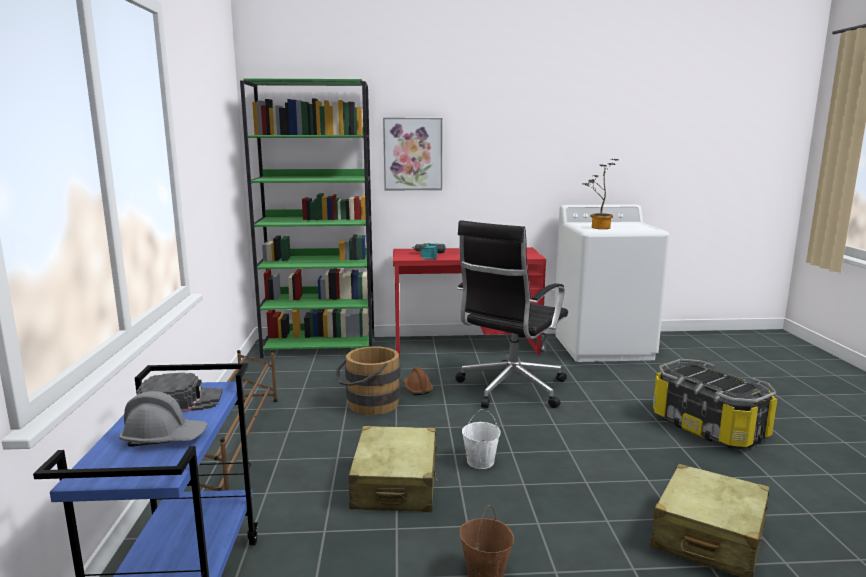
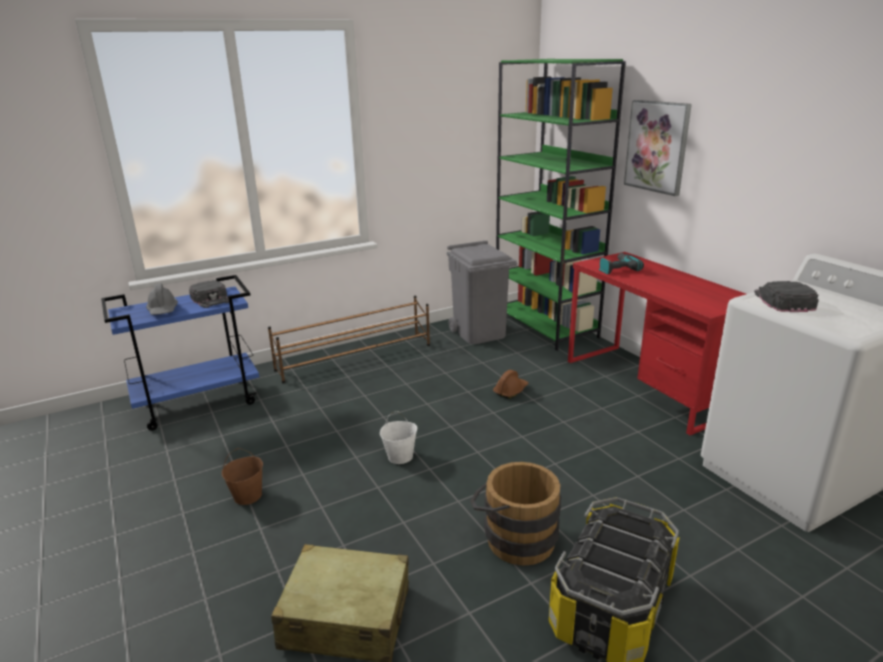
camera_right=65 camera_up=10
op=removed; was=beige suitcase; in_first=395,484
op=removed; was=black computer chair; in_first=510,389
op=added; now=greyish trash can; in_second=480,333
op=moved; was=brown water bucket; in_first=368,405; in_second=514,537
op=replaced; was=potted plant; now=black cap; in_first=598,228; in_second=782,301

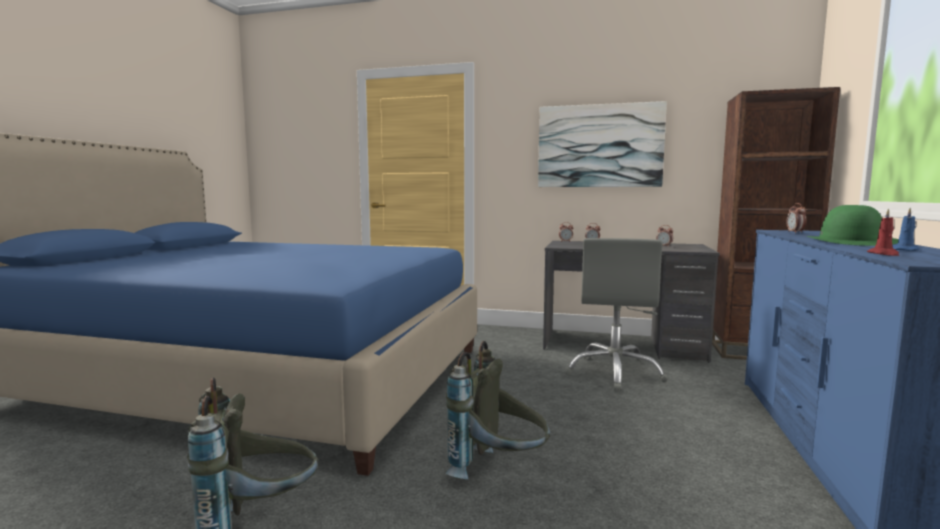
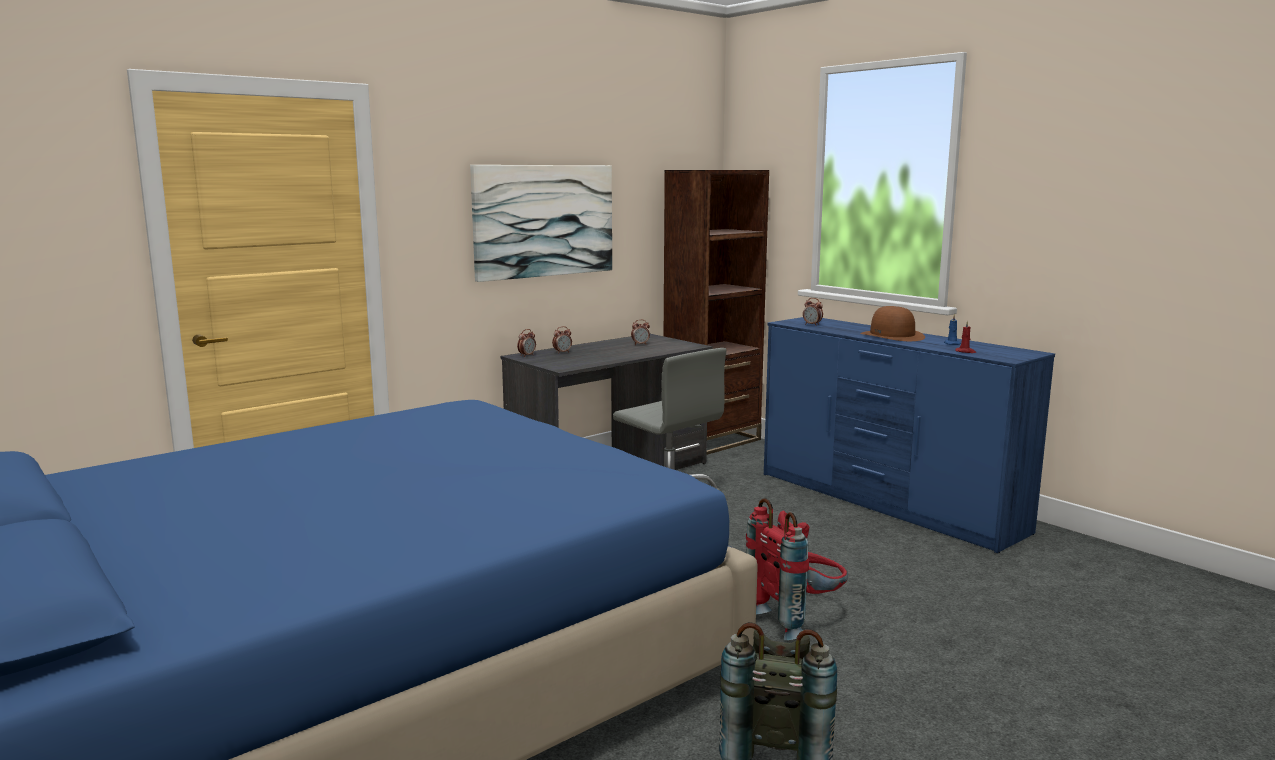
camera_right=-55 camera_up=5
op=recoloured; was=greyish knapsack; now=red-coloured knapsack; in_first=499,471; in_second=797,620
op=recoloured; was=greenish hat; now=brown hat; in_first=850,241; in_second=892,336

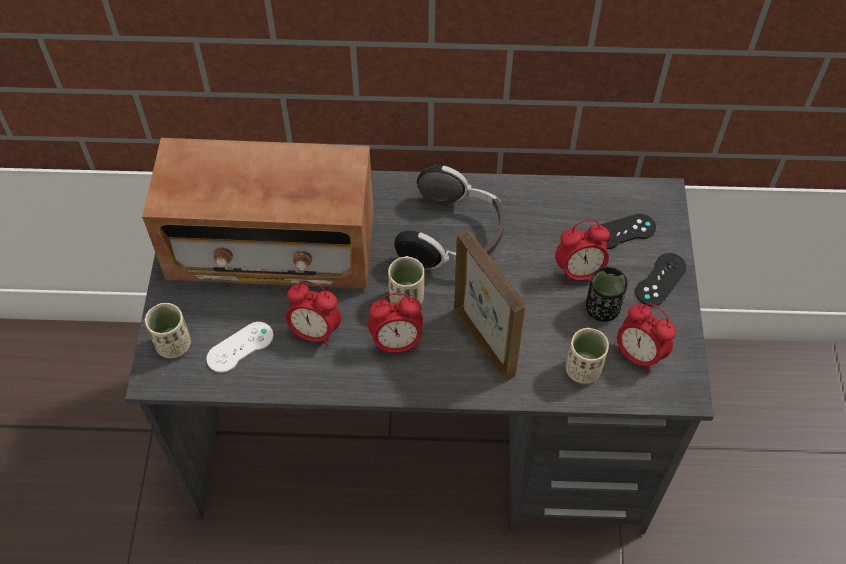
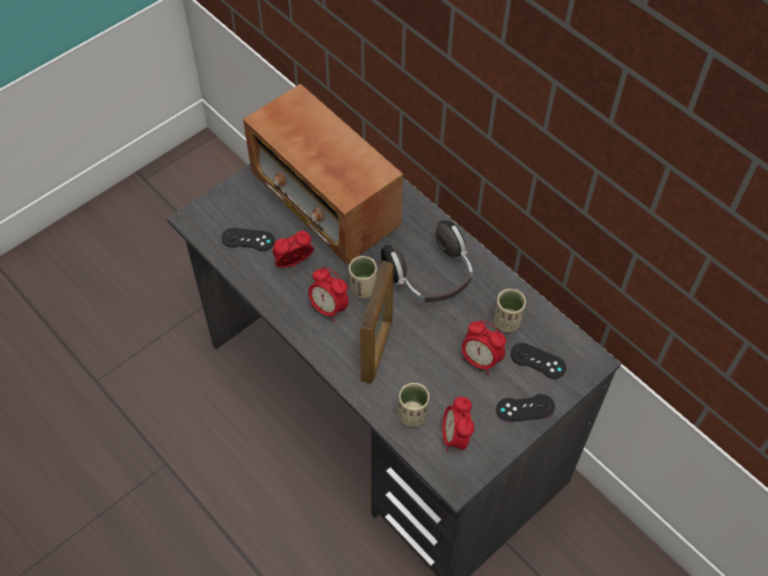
camera_right=45 camera_up=0
op=removed; was=black cup; in_first=602,309
op=moved; was=beige cup; in_first=173,345; in_second=507,321
op=recoloured; was=white-coloured game controller; now=black game controller; in_first=240,347; in_second=248,239
op=turned; was=bedside clock; in_first=315,332; in_second=293,264; clockwise=90

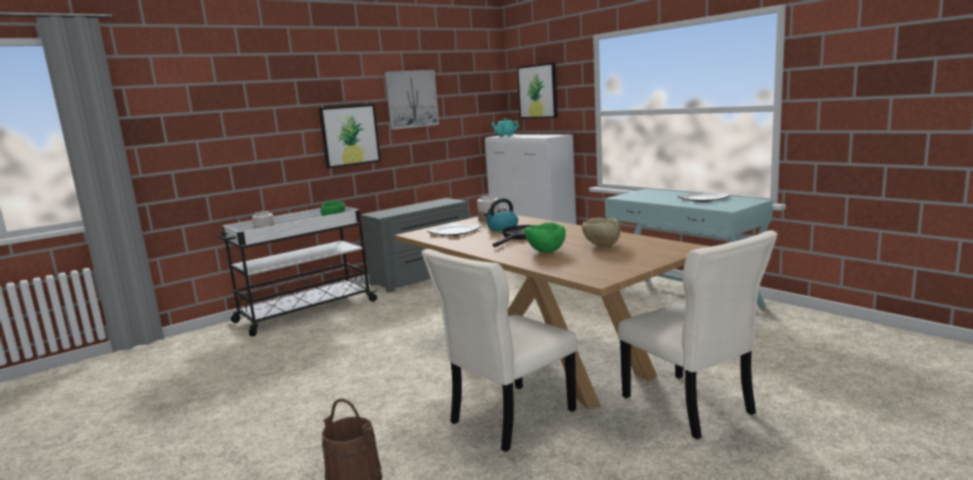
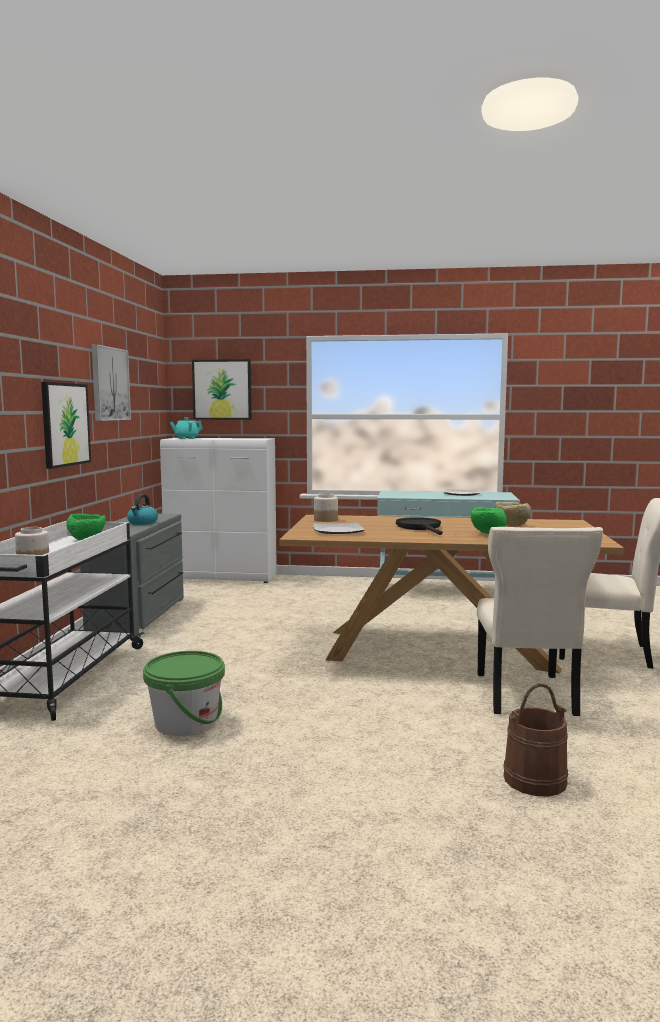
camera_right=-45 camera_up=-5
op=added; now=greenish water bucket; in_second=186,723
op=moved; was=kettle; in_first=502,228; in_second=142,523

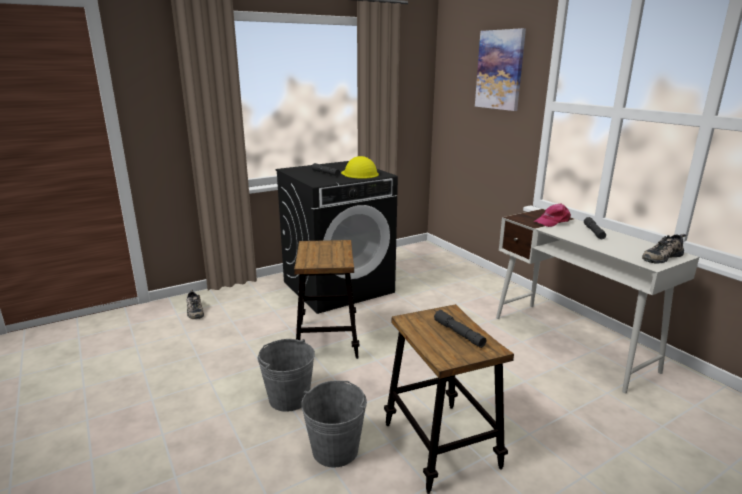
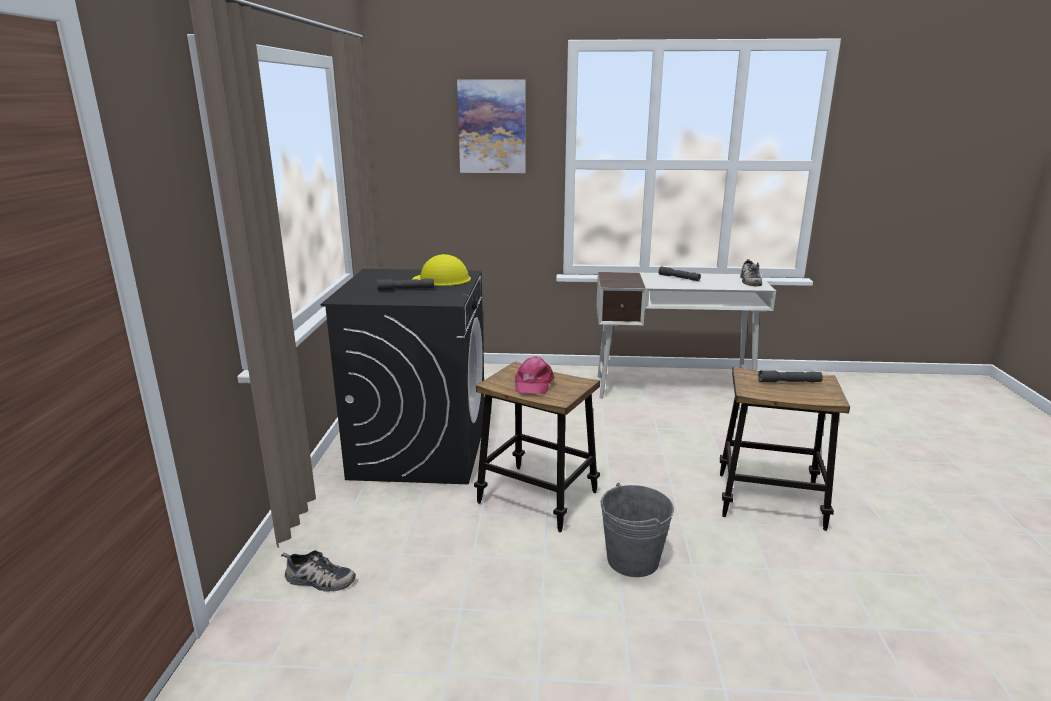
camera_right=-55 camera_up=0
op=removed; was=greyish water bucket; in_first=335,449
op=moved; was=pink-coloured cap; in_first=552,221; in_second=533,384

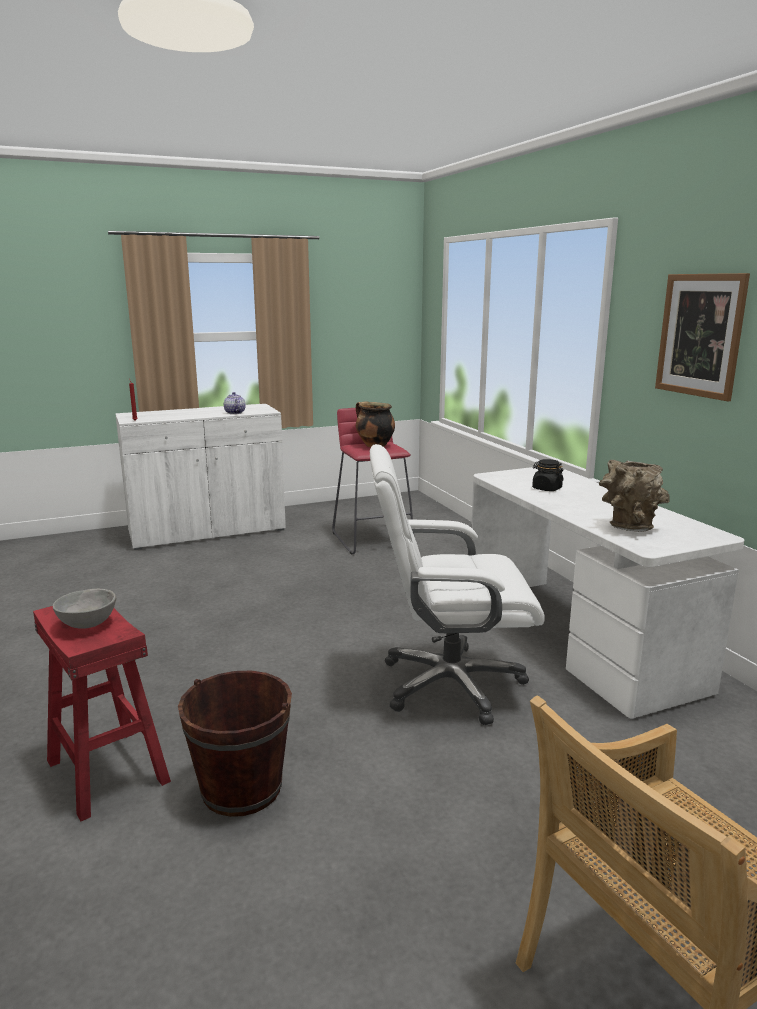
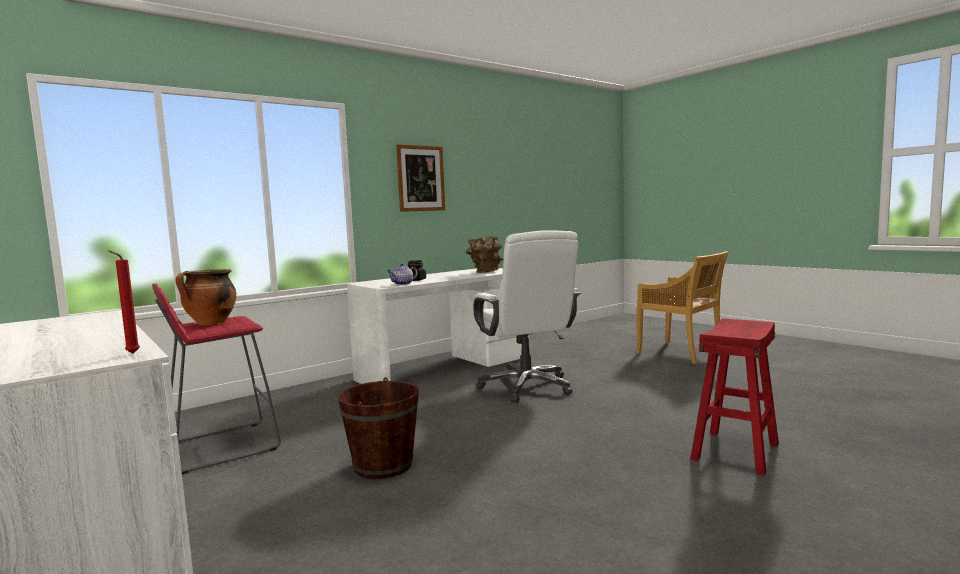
camera_right=-105 camera_up=-10
op=removed; was=greyish bowl; in_first=87,624
op=moved; was=brown water bucket; in_first=241,789; in_second=383,465
op=moved; was=pot for tea; in_first=234,413; in_second=403,284

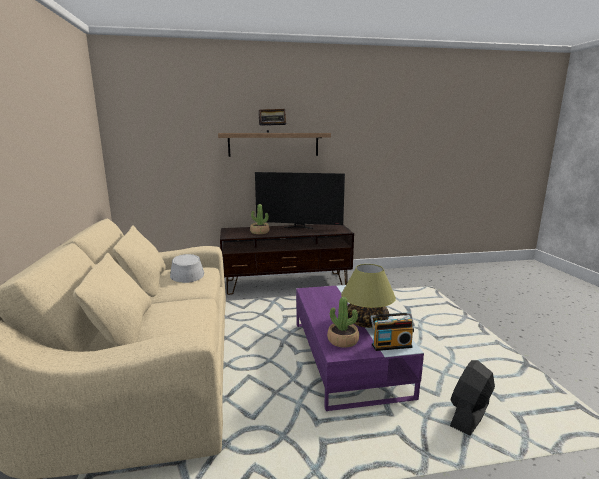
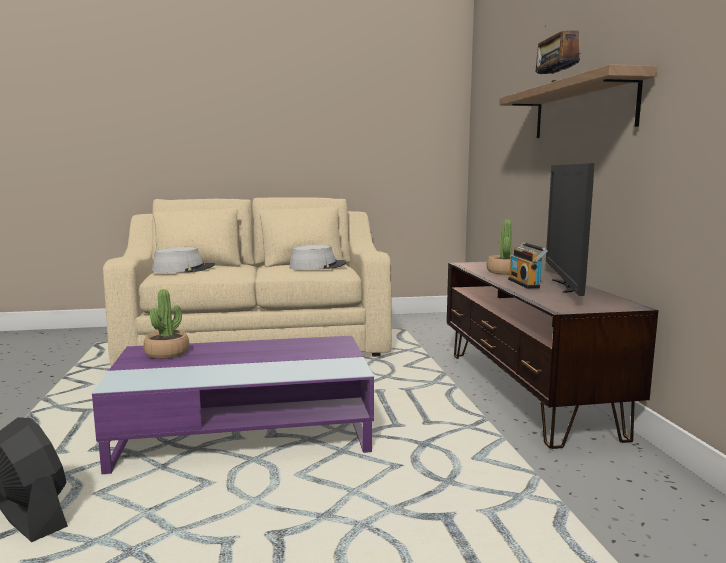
camera_right=90 camera_up=-5
op=removed; was=tabletop lamp; in_first=366,322
op=added; now=greyish hat; in_second=184,269
op=moved; was=radio set; in_first=391,345; in_second=526,283

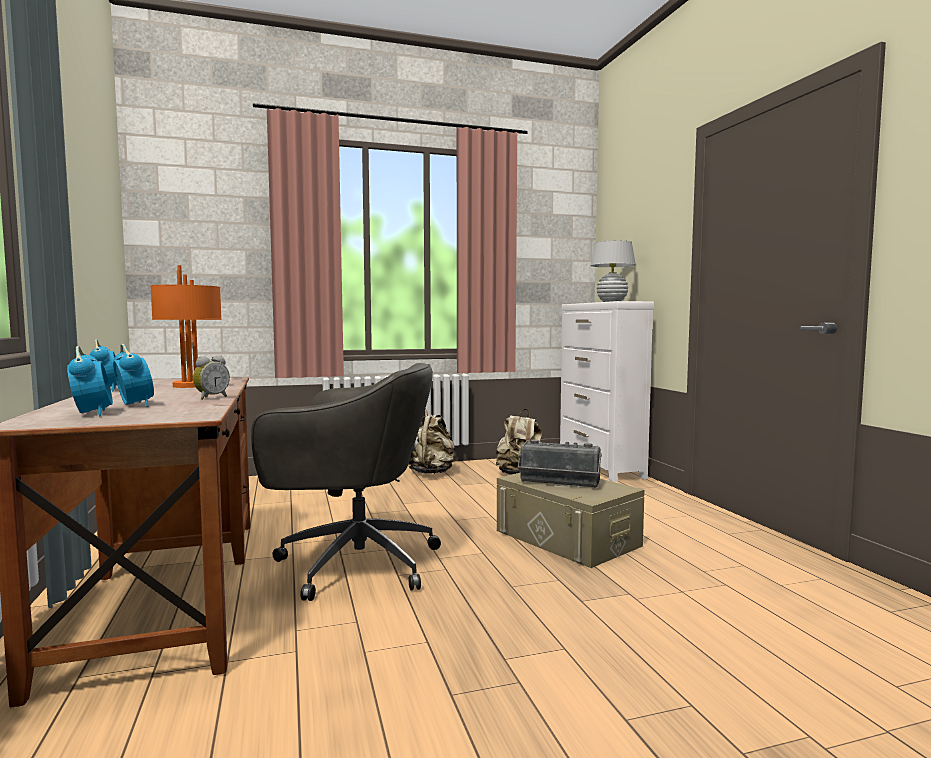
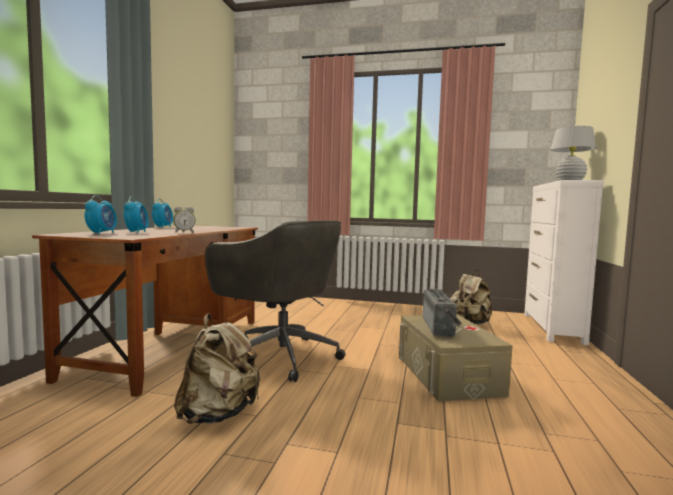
camera_right=30 camera_up=0
op=removed; was=orangey tabletop lamp; in_first=191,386
op=moved; was=beige knapsack; in_first=432,472; in_second=219,414
op=turned; was=radio set; in_first=558,483; in_second=441,327; clockwise=-135

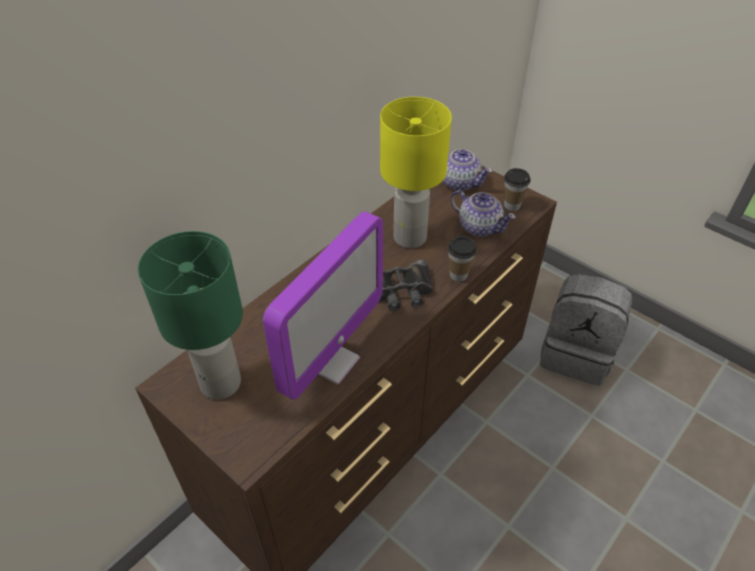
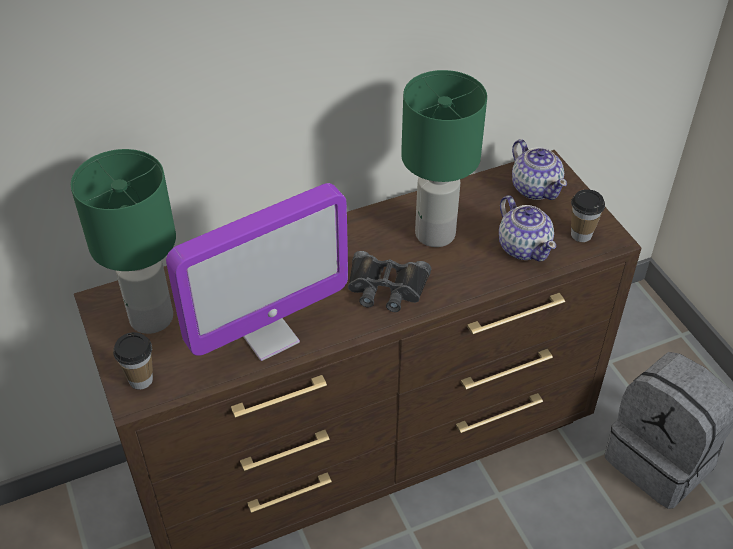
camera_right=25 camera_up=0
op=moved; was=cup; in_first=458,275; in_second=141,380
op=recoloured; was=yellow-coloured tabletop lamp; now=greenish tabletop lamp; in_first=410,238; in_second=435,235

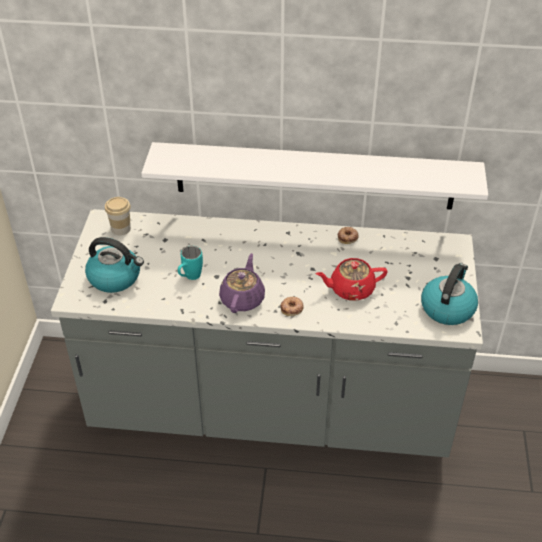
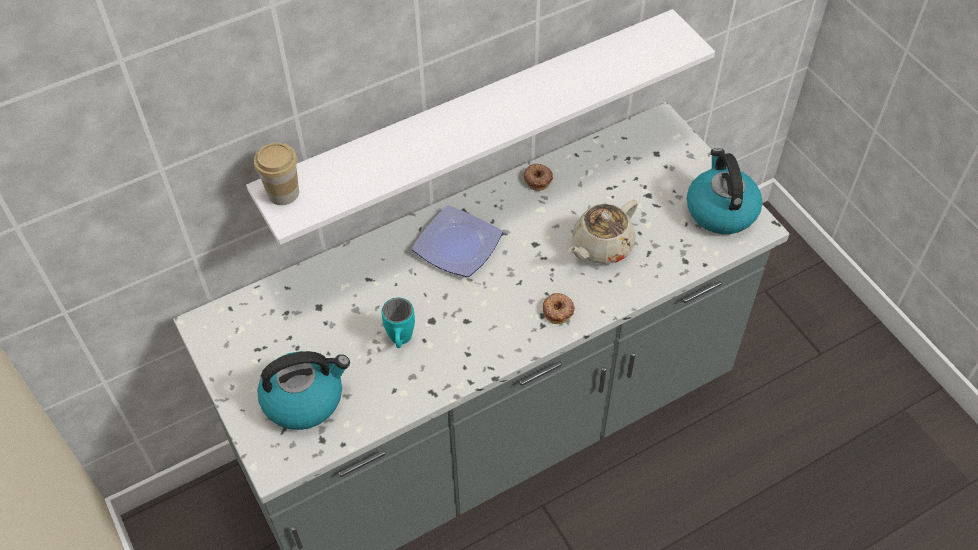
camera_right=-35 camera_up=10
op=removed; was=purple-coloured pot for tea; in_first=242,298
op=added; now=dinner plate; in_second=459,245
op=moved; was=cup; in_first=121,229; in_second=283,193
op=recoloured; was=red-coloured pot for tea; now=beige pot for tea; in_first=351,289; in_second=601,246

